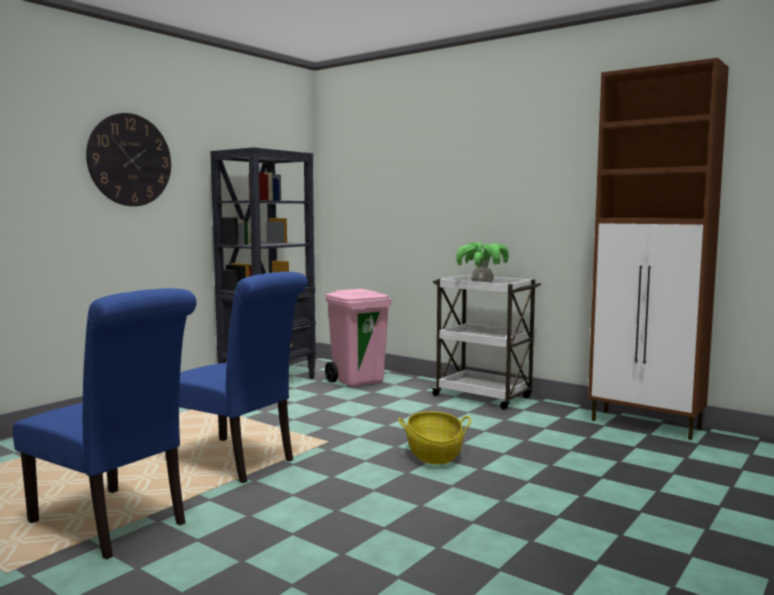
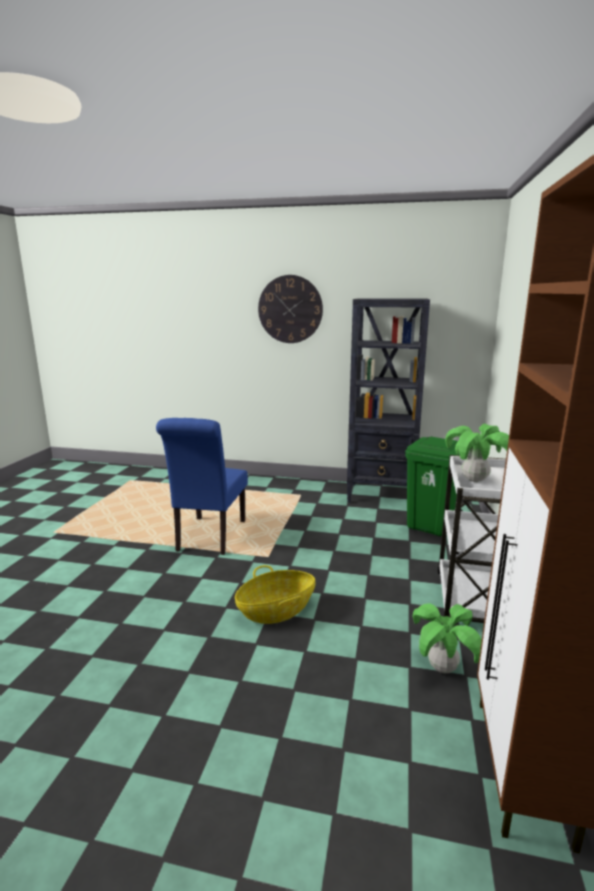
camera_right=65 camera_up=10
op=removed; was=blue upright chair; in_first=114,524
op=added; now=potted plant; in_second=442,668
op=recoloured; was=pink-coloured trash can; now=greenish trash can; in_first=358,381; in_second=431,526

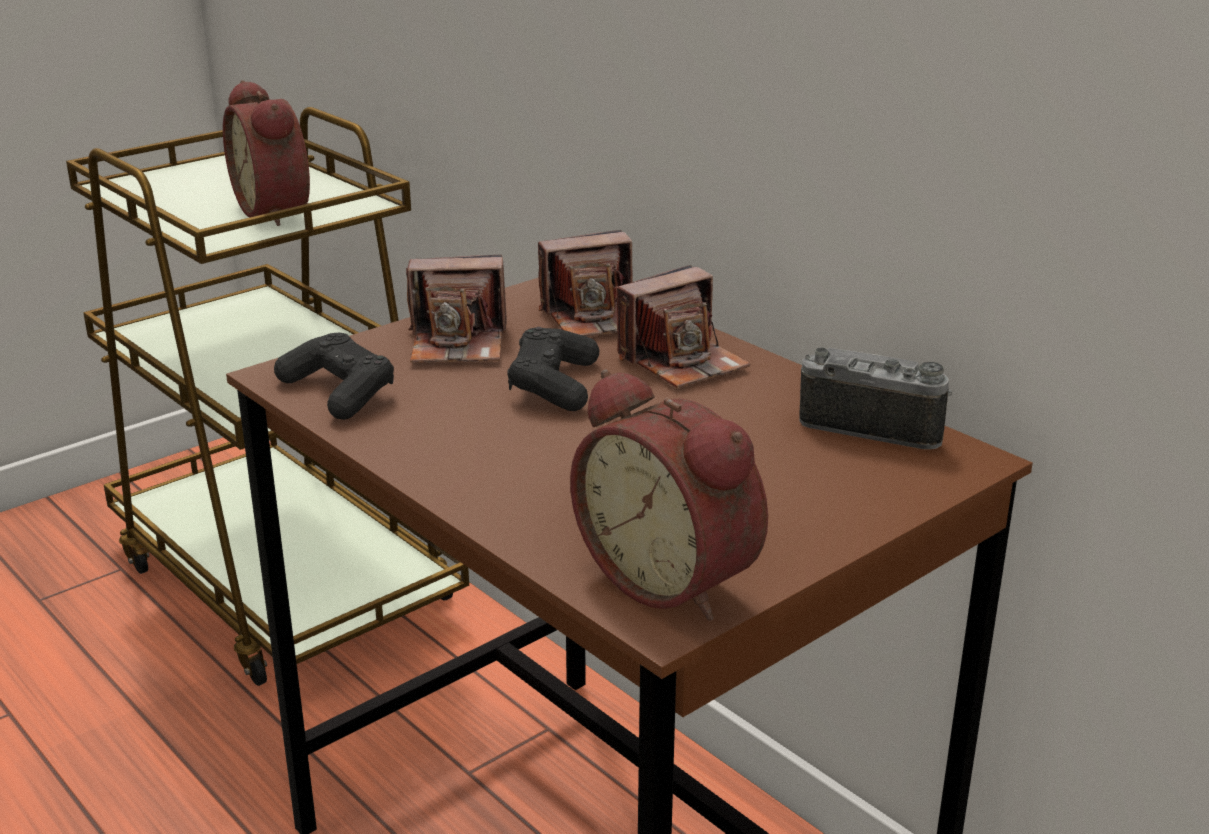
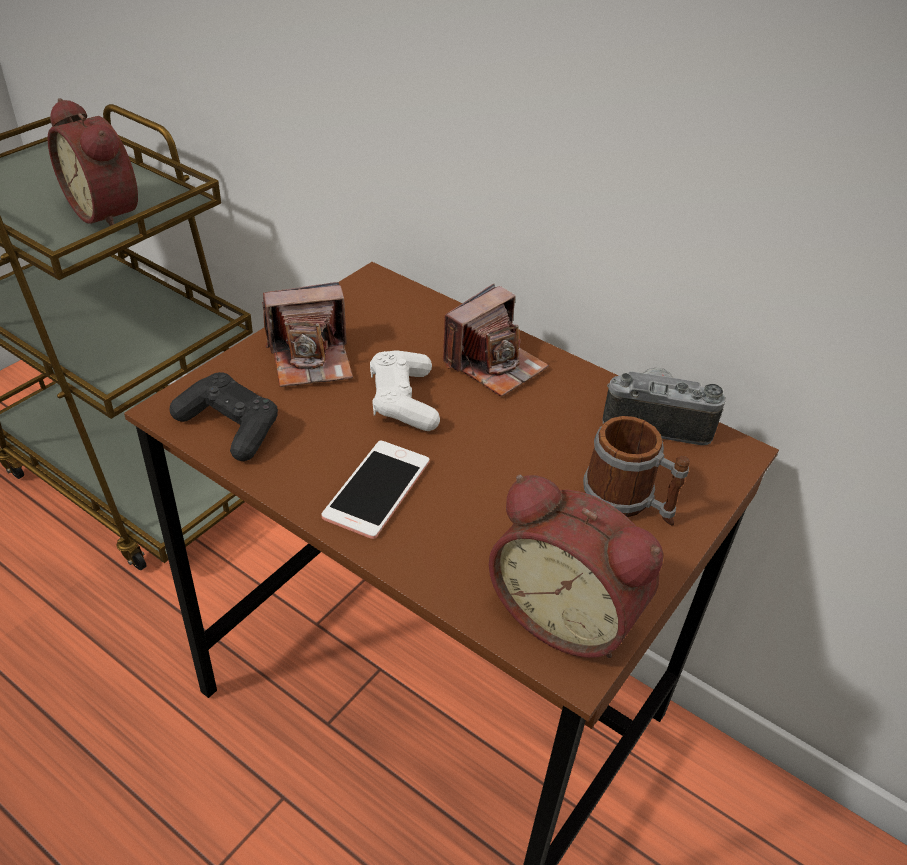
camera_right=-15 camera_up=15
op=removed; was=still camera; in_first=595,318
op=added; now=phone; in_second=377,489
op=added; now=coffee mug; in_second=628,502
op=recoloured; was=black game controller; now=white-coloured game controller; in_first=554,385; in_second=403,401

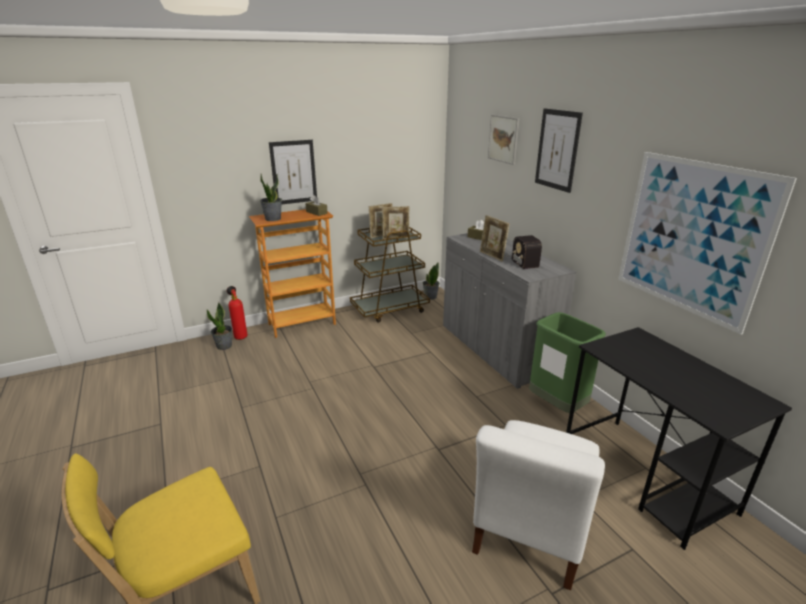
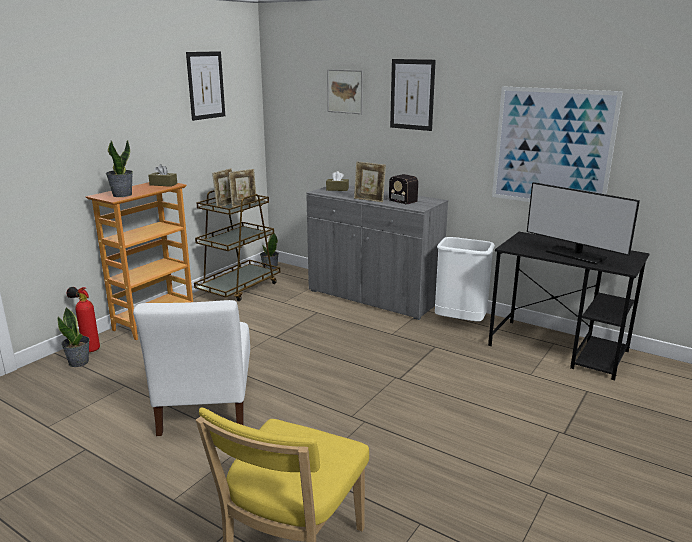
camera_right=-30 camera_up=-5
op=added; now=computer display; in_second=575,255
op=moved; was=picture; in_first=293,172; in_second=206,85
op=moved; was=white-coloured upright chair; in_first=530,528; in_second=205,407
op=recoloured; was=greenish trash can; now=white-coloured trash can; in_first=556,406; in_second=459,323

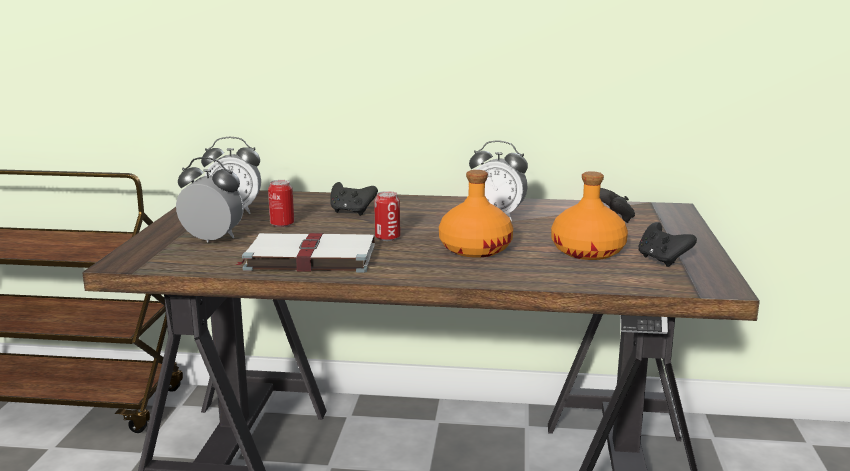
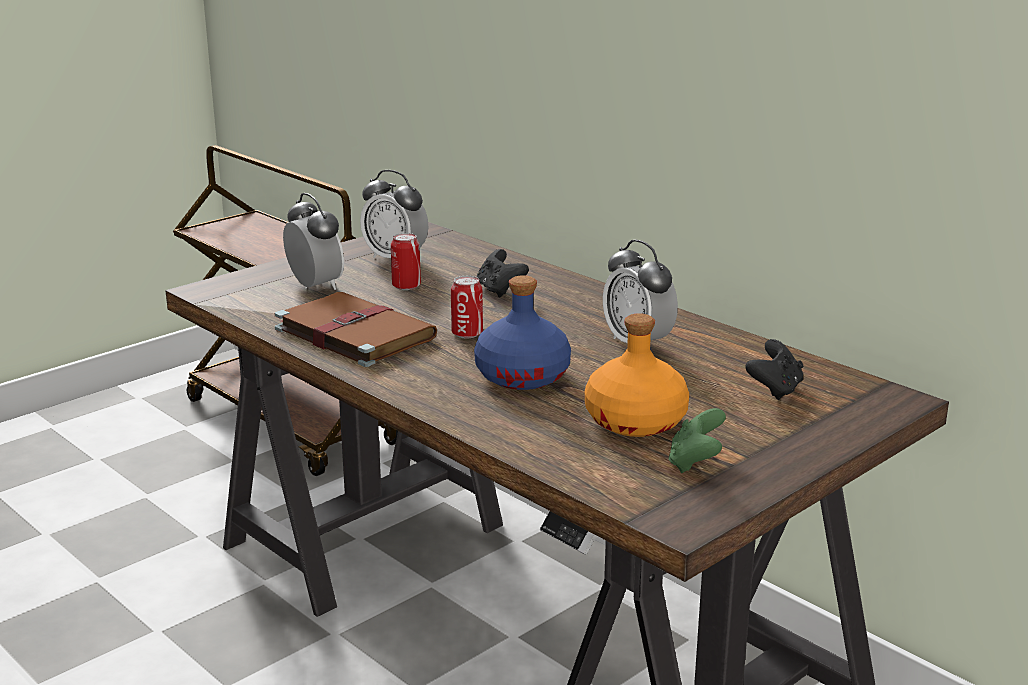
camera_right=40 camera_up=5
op=recoloured; was=white-coloured bound book; now=brown bound book; in_first=308,257; in_second=352,333
op=recoloured; was=orangey beverage bottle; now=blue beverage bottle; in_first=474,249; in_second=522,376
op=recoloured; was=black game controller; now=greenish game controller; in_first=662,260; in_second=695,463

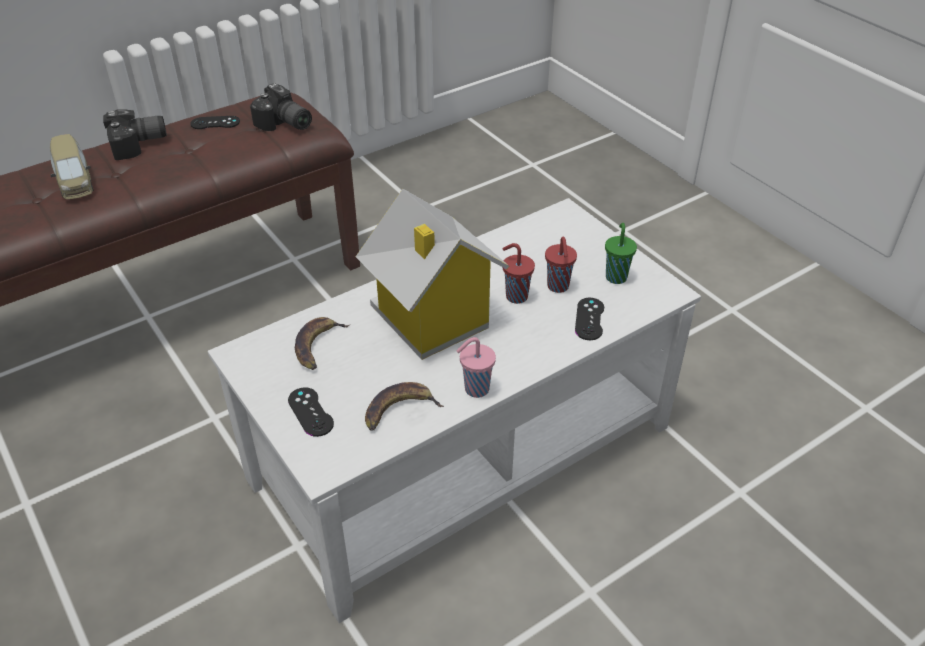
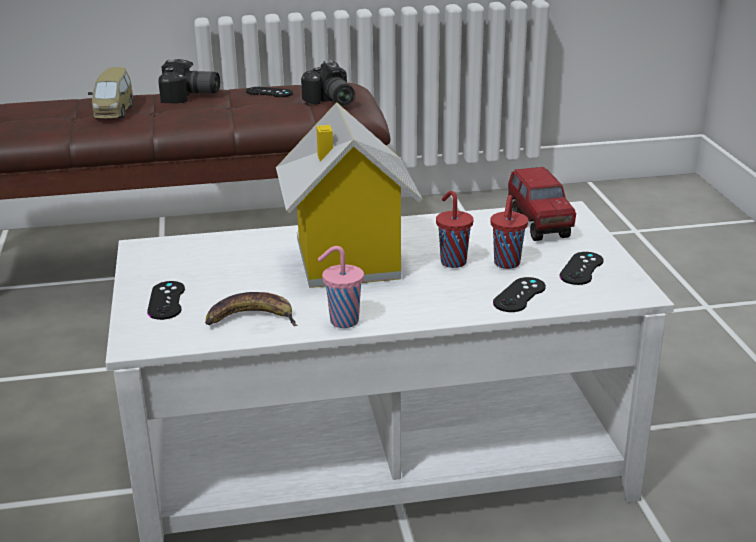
camera_right=25 camera_up=-15
op=removed; was=banana; in_first=318,346
op=added; now=toy truck; in_second=539,225
op=replaced; was=greenish cup; now=black game controller; in_first=616,276; in_second=581,269

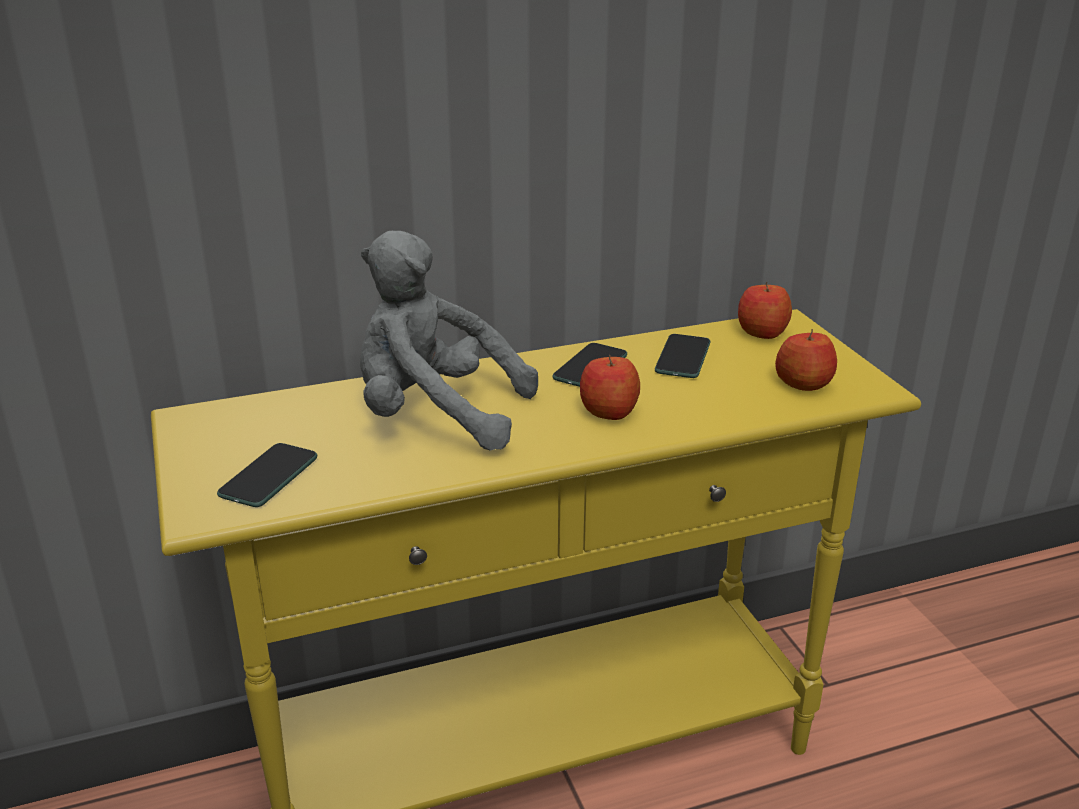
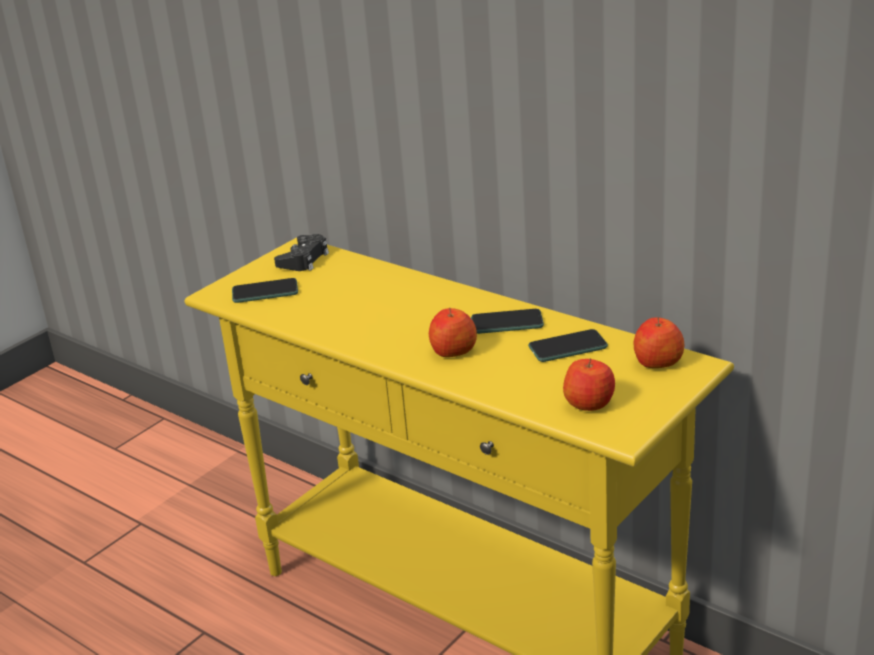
camera_right=60 camera_up=0
op=removed; was=greyish soft toy; in_first=435,416
op=added; now=black game controller; in_second=304,259

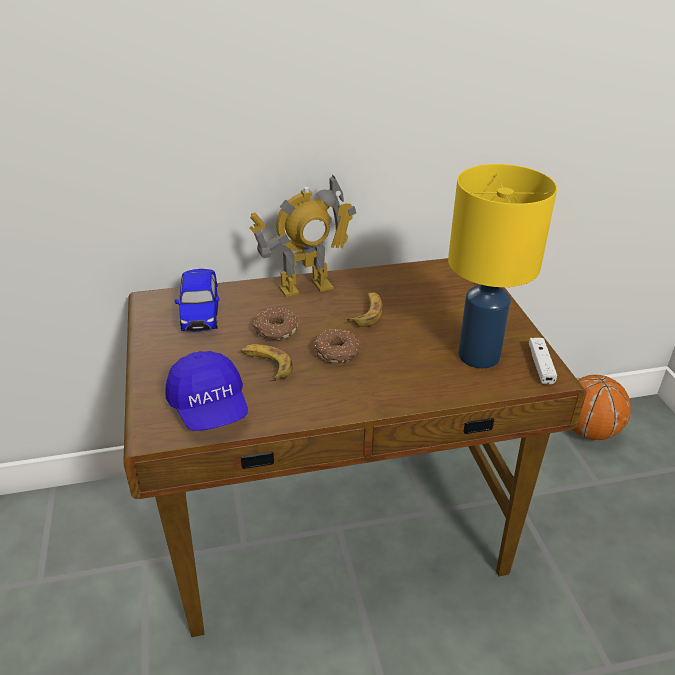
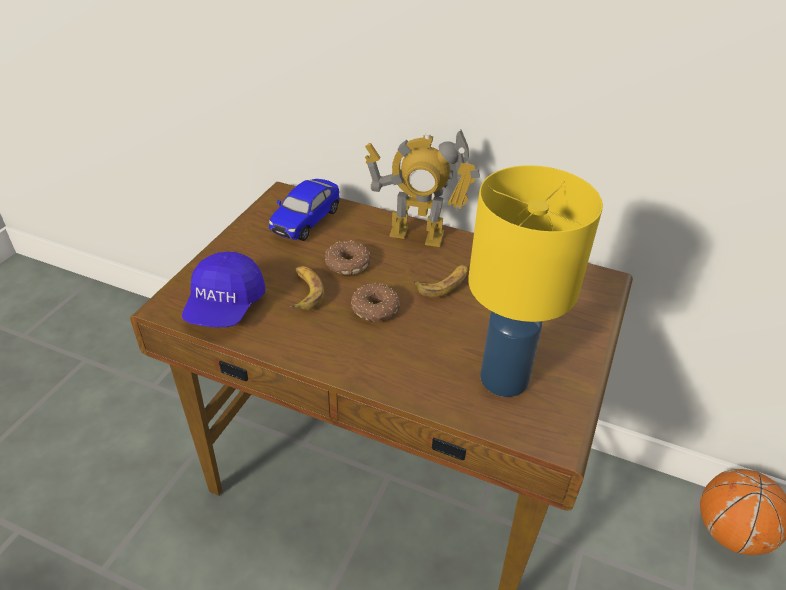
camera_right=35 camera_up=5
op=removed; was=white-coloured game controller; in_first=540,365

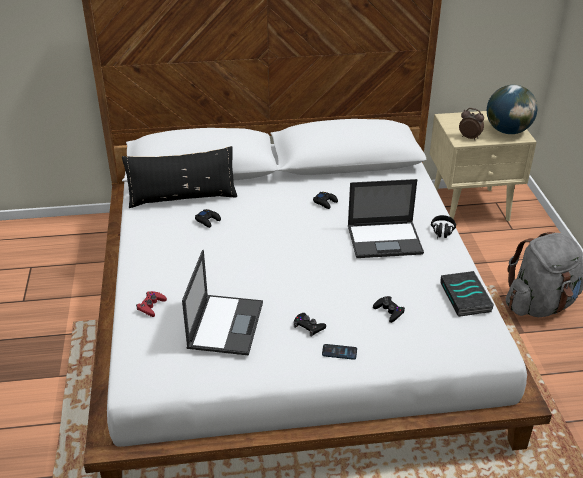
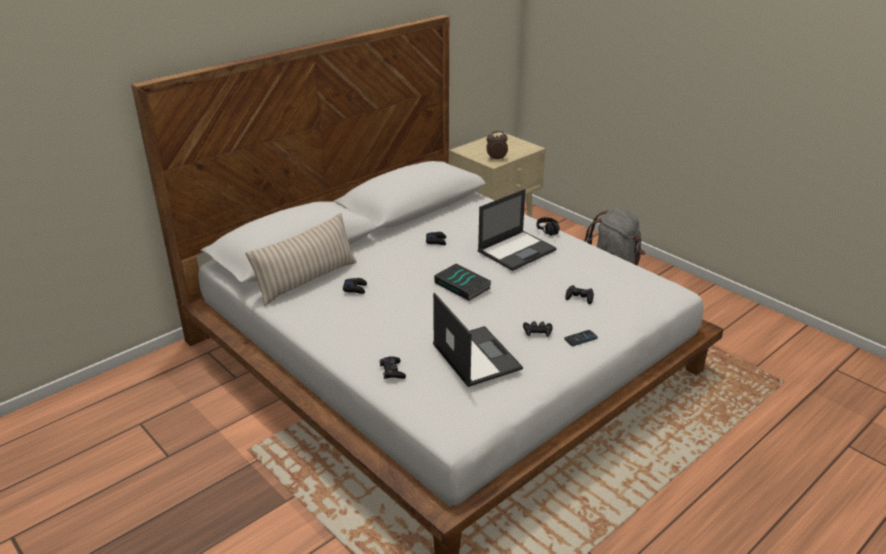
camera_right=-35 camera_up=-5
op=removed; was=world globe; in_first=507,131
op=moved; was=bound book; in_first=466,297; in_second=463,285
op=recoloured; was=black cushion; now=beige cushion; in_first=182,198; in_second=307,280
op=recoloured; was=red-coloured game controller; now=black game controller; in_first=151,306; in_second=392,371

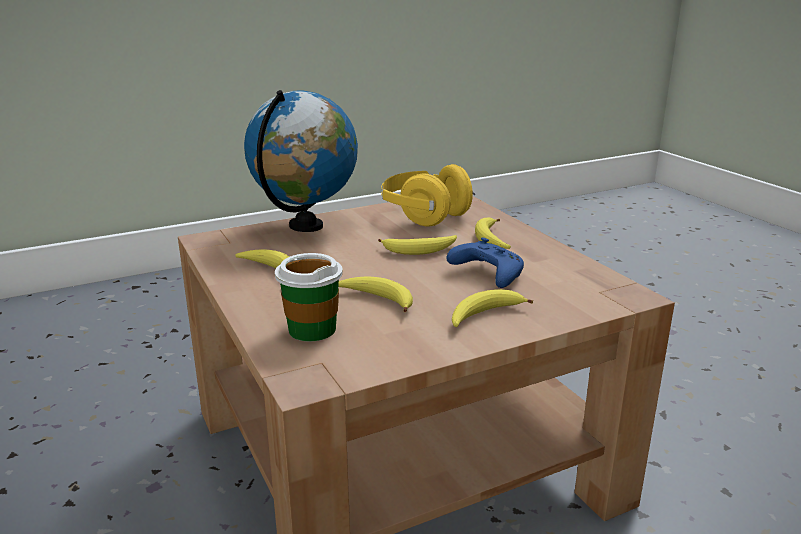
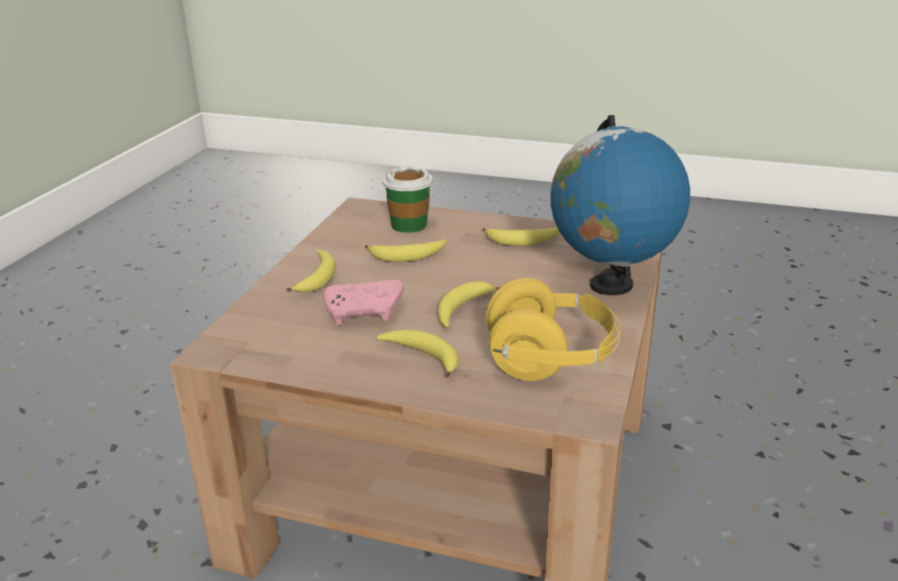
camera_right=135 camera_up=5
op=recoloured; was=blue game controller; now=pink-coloured game controller; in_first=486,274; in_second=365,312

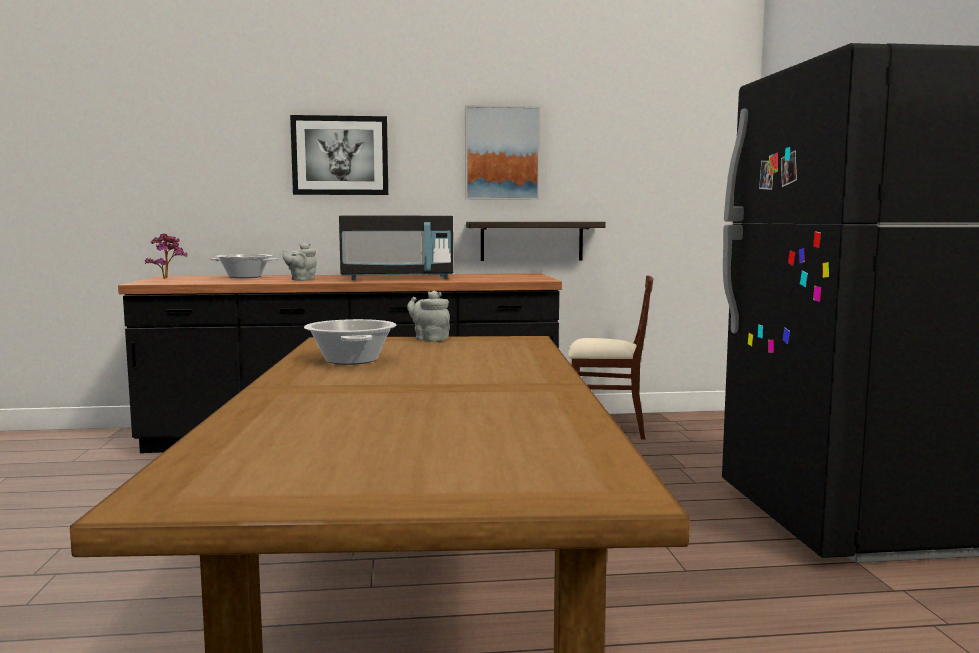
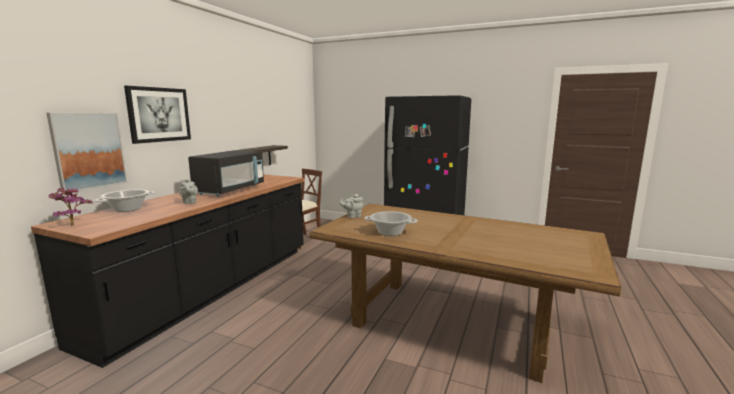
camera_right=-60 camera_up=5
op=moved; was=picture; in_first=502,153; in_second=89,150

